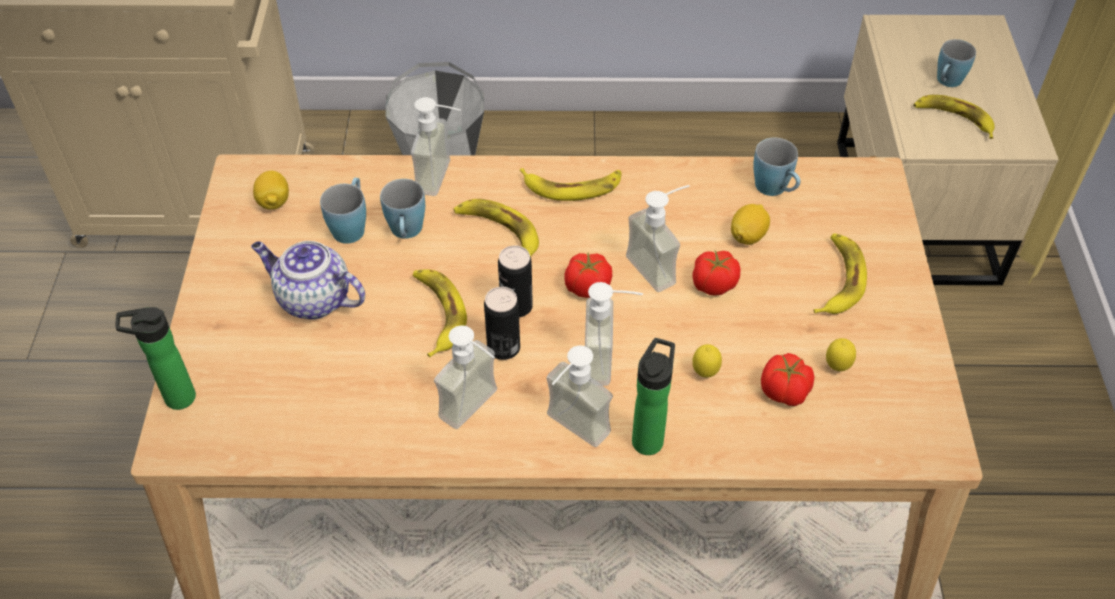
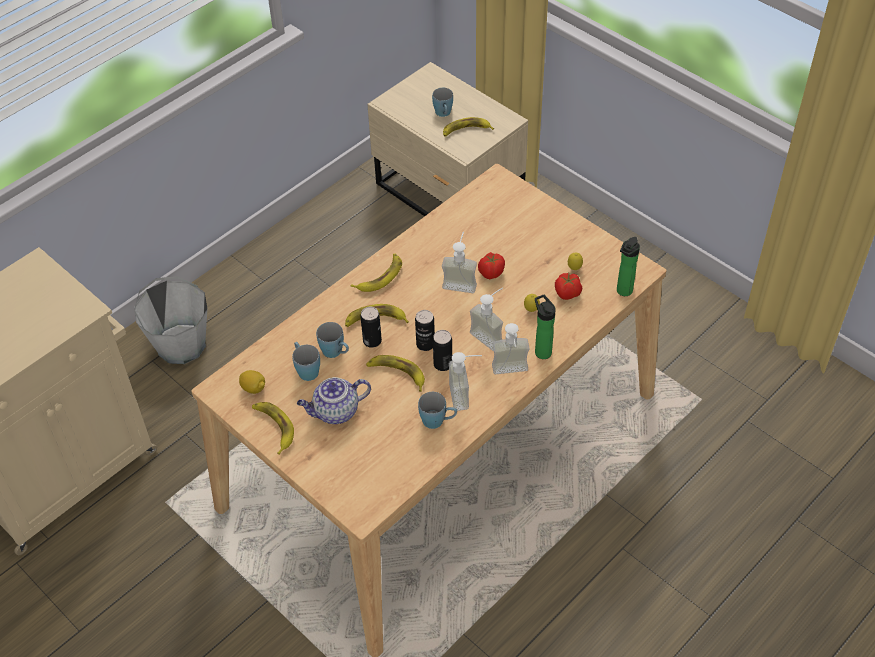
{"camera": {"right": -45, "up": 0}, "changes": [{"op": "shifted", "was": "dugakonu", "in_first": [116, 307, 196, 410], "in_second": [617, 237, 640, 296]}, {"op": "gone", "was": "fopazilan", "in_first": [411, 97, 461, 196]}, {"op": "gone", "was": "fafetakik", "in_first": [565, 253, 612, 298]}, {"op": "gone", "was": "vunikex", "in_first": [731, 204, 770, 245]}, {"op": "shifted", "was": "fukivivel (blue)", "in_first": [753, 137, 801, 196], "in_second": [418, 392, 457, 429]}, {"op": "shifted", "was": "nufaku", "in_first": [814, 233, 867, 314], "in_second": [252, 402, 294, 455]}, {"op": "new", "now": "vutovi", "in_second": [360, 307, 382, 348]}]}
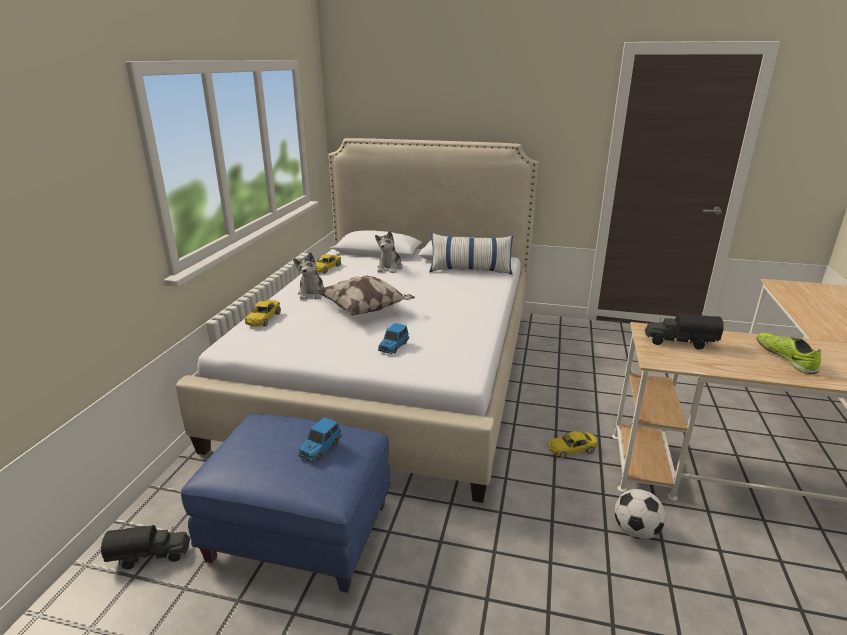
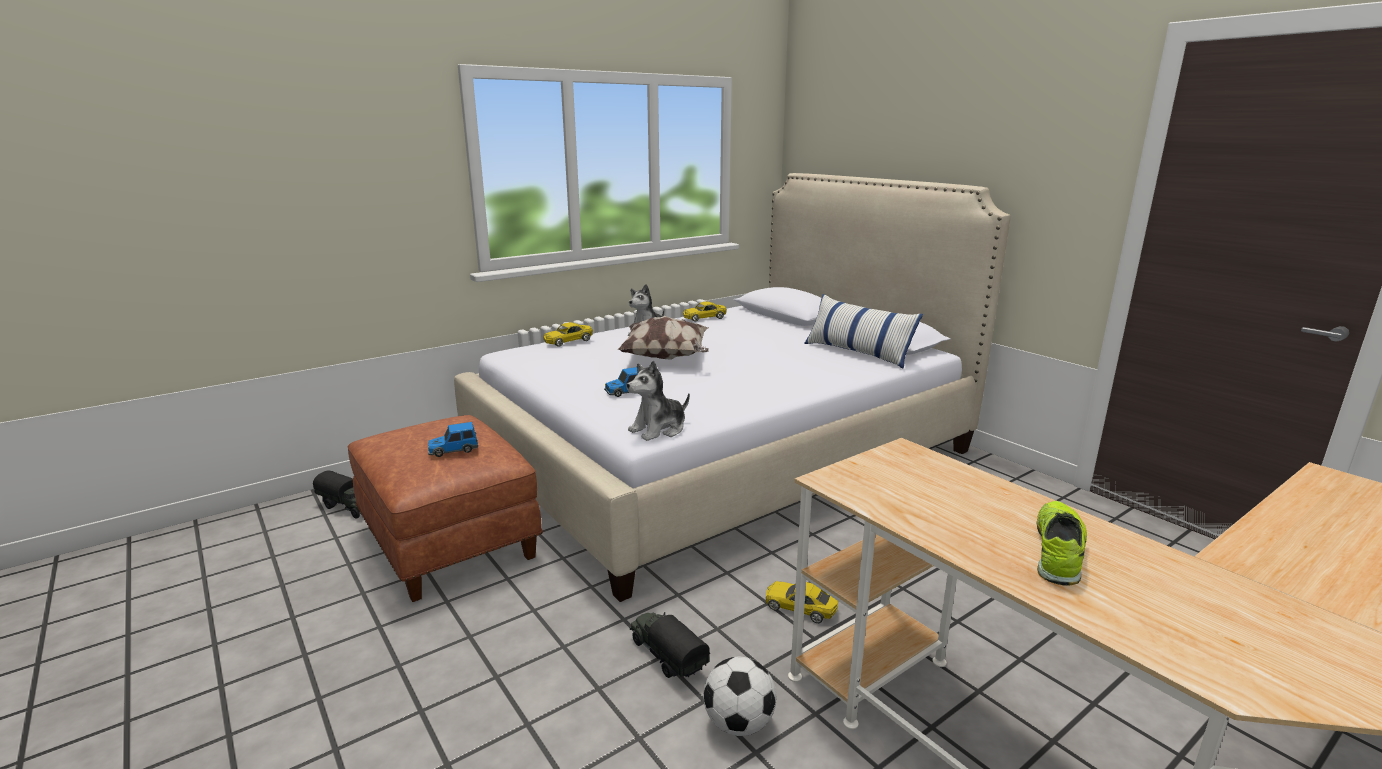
{"camera": {"right": 40, "up": -5}, "changes": [{"op": "repainted", "was": "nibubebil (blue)", "now": "nibubebil (brown)", "in_first": [180, 414, 391, 593], "in_second": [347, 415, 543, 602]}, {"op": "shifted", "was": "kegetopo", "in_first": [375, 231, 402, 273], "in_second": [627, 360, 690, 441]}, {"op": "shifted", "was": "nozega", "in_first": [645, 313, 724, 350], "in_second": [630, 612, 710, 678]}]}
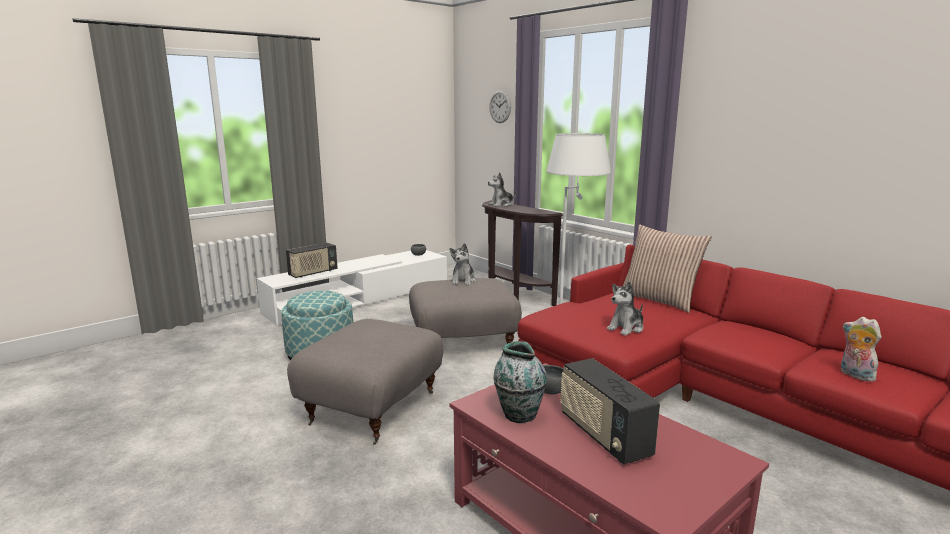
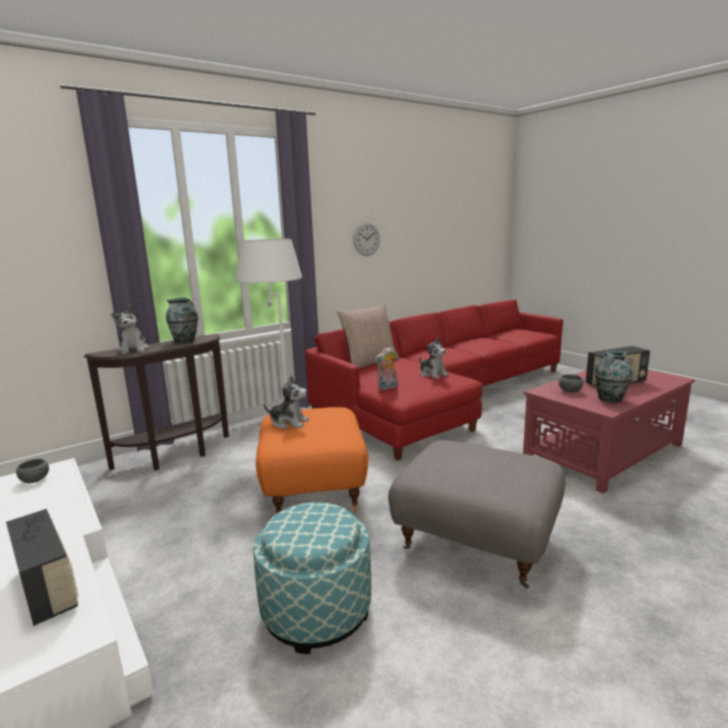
{"camera": {"right": -85, "up": 0}, "changes": [{"op": "repainted", "was": "nibubebil (grey)", "now": "nibubebil (orange)", "in_first": [409, 278, 522, 344], "in_second": [256, 407, 368, 513]}, {"op": "shifted", "was": "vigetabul", "in_first": [489, 90, 511, 123], "in_second": [353, 222, 380, 256]}, {"op": "shifted", "was": "kegetopo", "in_first": [841, 317, 881, 382], "in_second": [375, 347, 398, 390]}, {"op": "new", "now": "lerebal", "in_second": [166, 297, 198, 343]}]}
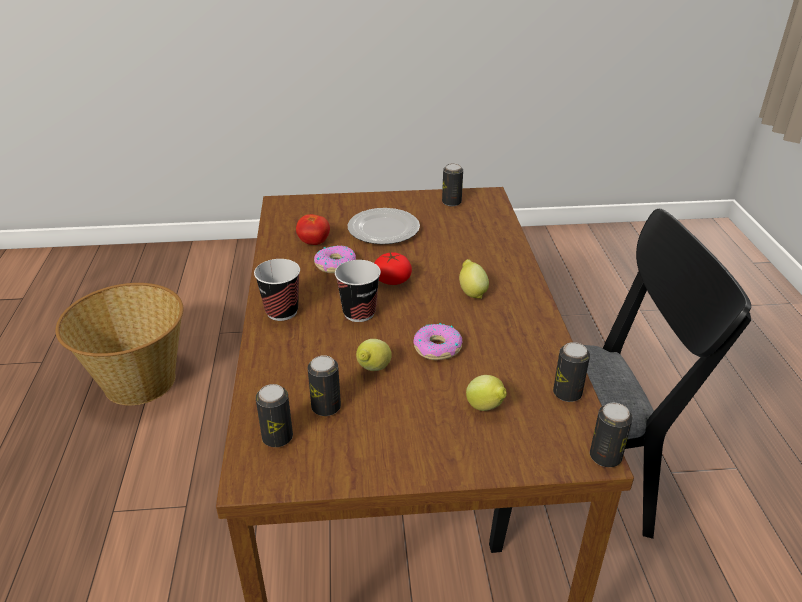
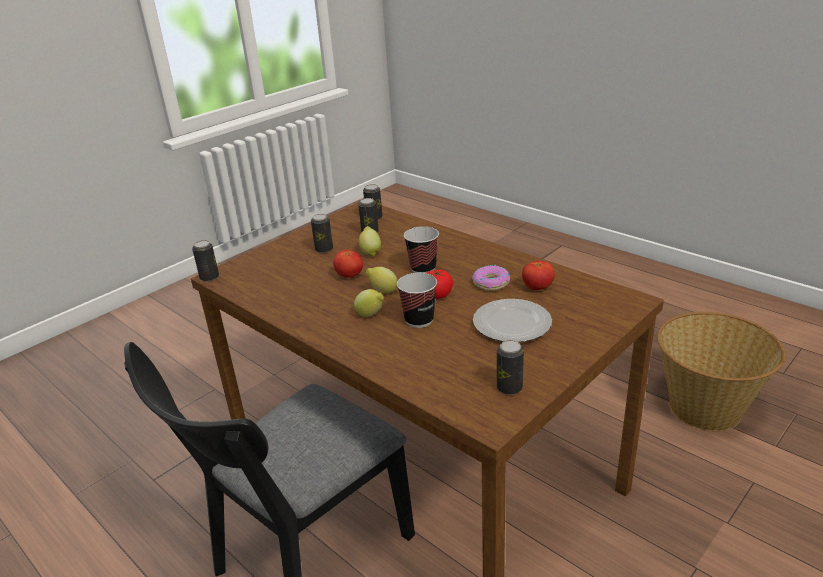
{"camera": {"right": 140, "up": -5}, "changes": [{"op": "shifted", "was": "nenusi", "in_first": [254, 259, 300, 321], "in_second": [397, 273, 437, 328]}, {"op": "swapped", "was": "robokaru", "now": "fafetakik", "in_first": [413, 323, 462, 360], "in_second": [333, 250, 363, 278]}, {"op": "shifted", "was": "vunikex", "in_first": [466, 375, 507, 411], "in_second": [366, 267, 397, 294]}, {"op": "shifted", "was": "vutovi", "in_first": [553, 342, 590, 402], "in_second": [311, 214, 333, 253]}]}
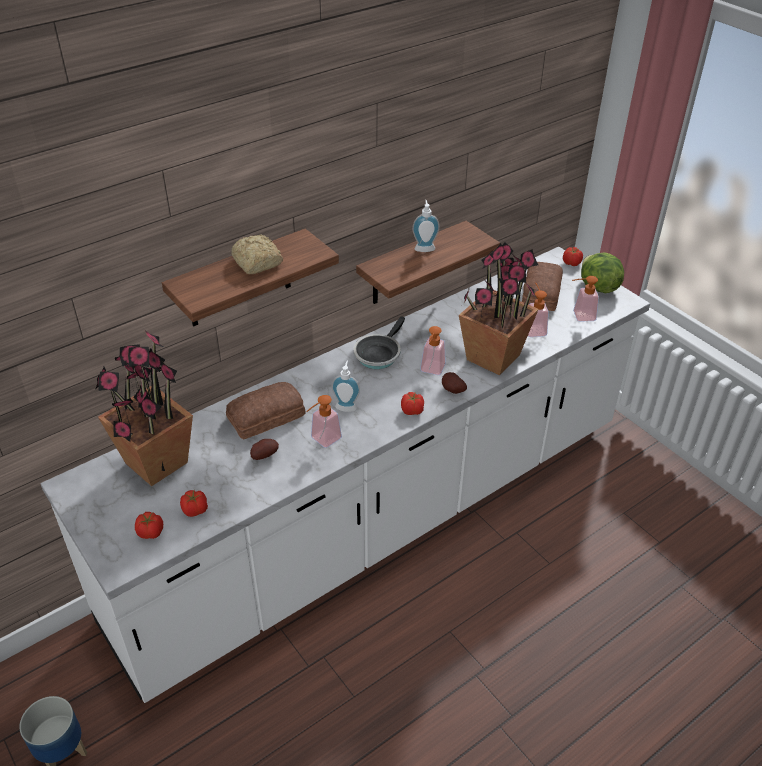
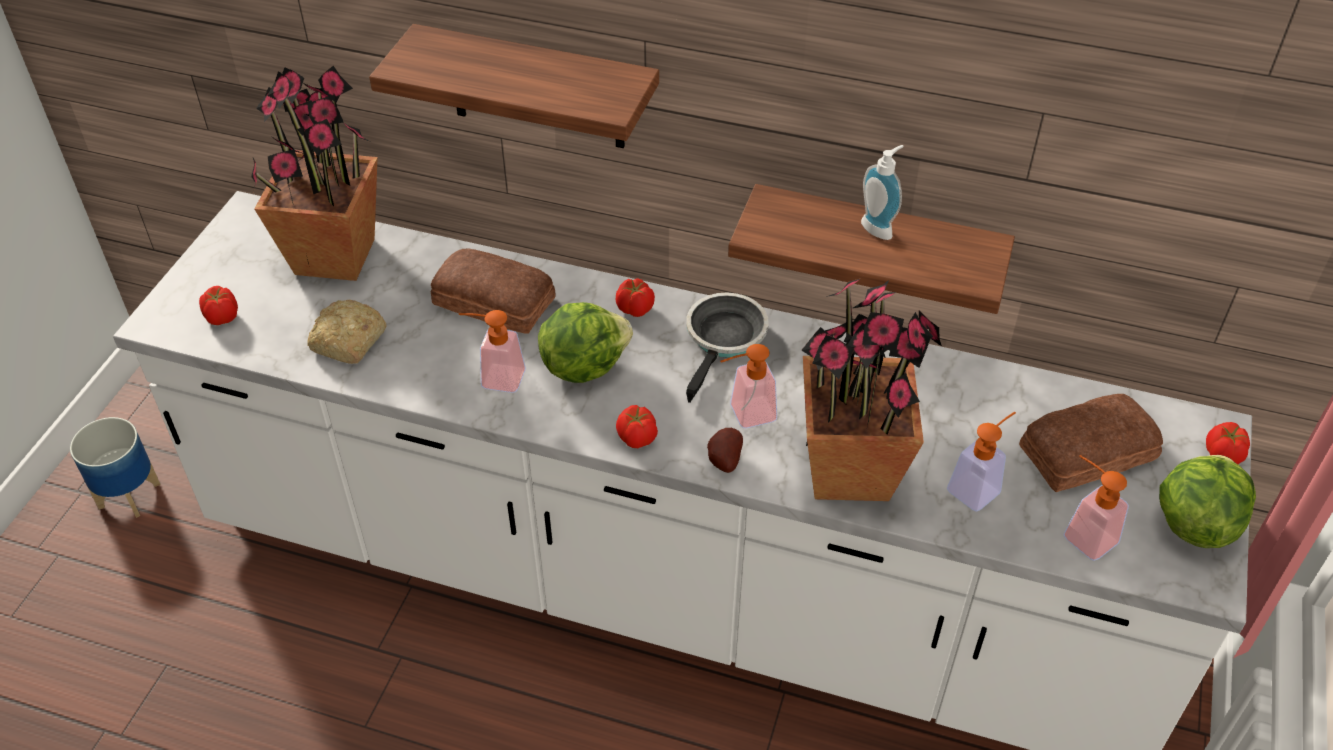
{"camera": {"right": 55, "up": 5}, "changes": [{"op": "shifted", "was": "fafetakik", "in_first": [180, 490, 208, 517], "in_second": [616, 278, 655, 317]}, {"op": "shifted", "was": "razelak", "in_first": [231, 234, 283, 274], "in_second": [307, 300, 387, 364]}, {"op": "gone", "was": "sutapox", "in_first": [250, 439, 279, 460]}, {"op": "swapped", "was": "fopazilan", "now": "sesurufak", "in_first": [332, 361, 360, 412], "in_second": [538, 302, 633, 383]}, {"op": "rotated", "was": "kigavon", "in_first": [353, 316, 405, 369], "in_second": [686, 292, 769, 403], "clockwise": 120}]}
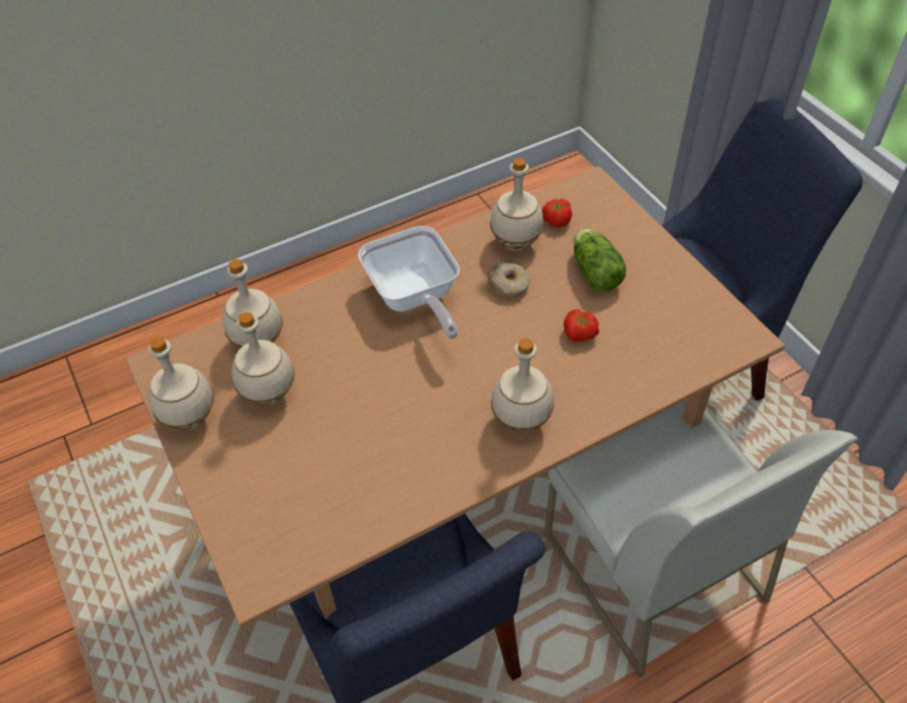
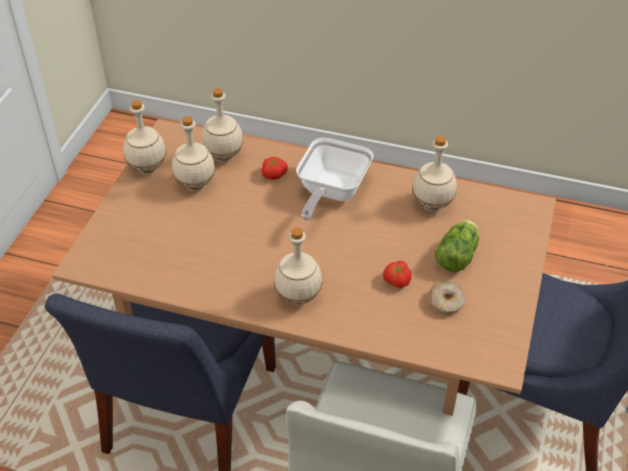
{"camera": {"right": 45, "up": -5}, "changes": [{"op": "shifted", "was": "robokaru", "in_first": [487, 262, 530, 297], "in_second": [429, 281, 465, 315]}, {"op": "shifted", "was": "fafetakik", "in_first": [542, 199, 572, 228], "in_second": [262, 157, 288, 180]}]}
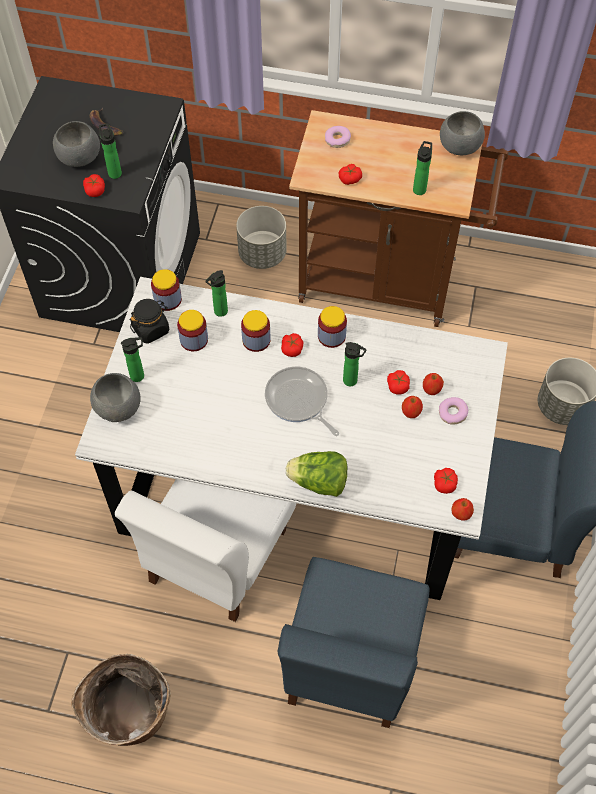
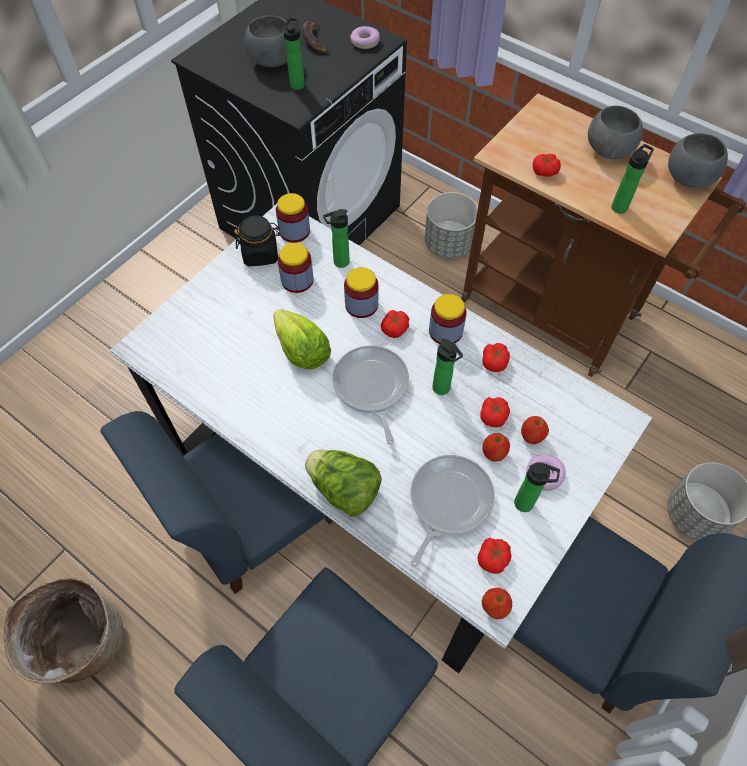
{"camera": {"right": 25, "up": 0}, "changes": [{"op": "shifted", "was": "fafetakik", "in_first": [83, 174, 105, 197], "in_second": [482, 343, 510, 372]}, {"op": "shifted", "was": "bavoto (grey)", "in_first": [90, 373, 141, 422], "in_second": [588, 106, 643, 159]}, {"op": "repainted", "was": "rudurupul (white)", "now": "rudurupul (blue)", "in_first": [115, 479, 296, 622], "in_second": [100, 411, 333, 594]}, {"op": "shifted", "was": "dugakonu", "in_first": [121, 337, 144, 382], "in_second": [514, 462, 560, 512]}, {"op": "shifted", "was": "robokaru", "in_first": [325, 126, 351, 148], "in_second": [350, 26, 380, 49]}, {"op": "new", "now": "sesurufak", "in_second": [273, 309, 331, 370]}, {"op": "new", "now": "kigavon", "in_second": [411, 455, 495, 567]}]}
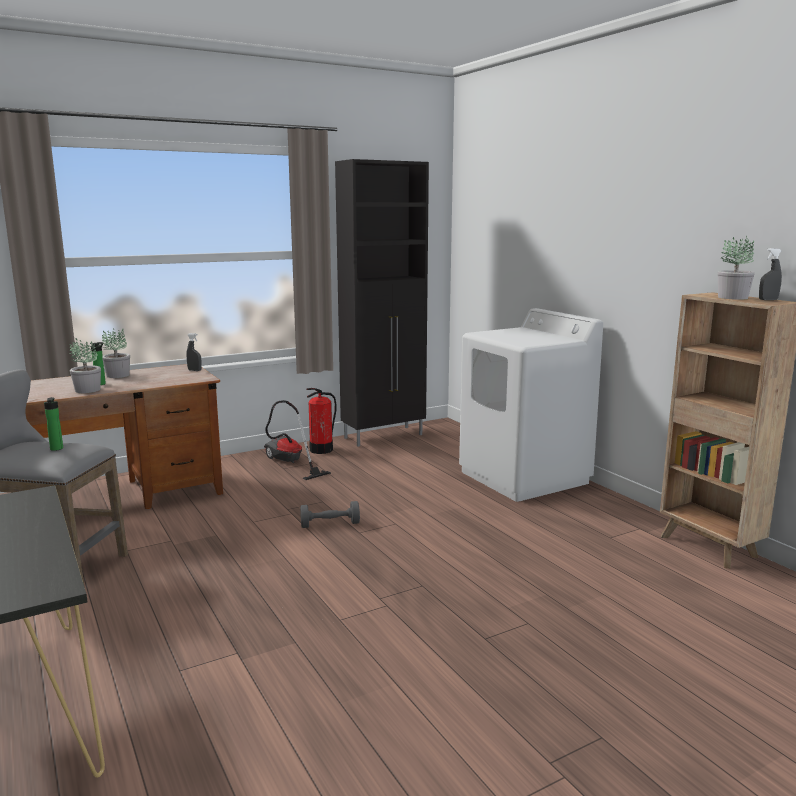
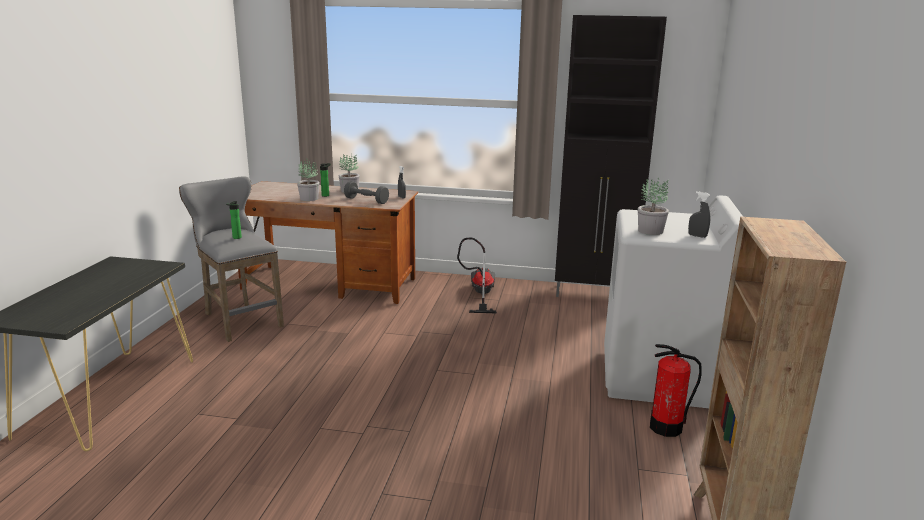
{"camera": {"right": 40, "up": 5}, "changes": [{"op": "shifted", "was": "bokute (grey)", "in_first": [300, 501, 360, 528], "in_second": [344, 181, 389, 204]}, {"op": "shifted", "was": "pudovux", "in_first": [306, 388, 336, 454], "in_second": [650, 344, 702, 437]}, {"op": "shifted", "was": "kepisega", "in_first": [718, 235, 755, 300], "in_second": [638, 178, 669, 235]}, {"op": "shifted", "was": "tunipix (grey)", "in_first": [759, 248, 782, 300], "in_second": [688, 192, 710, 238]}]}
